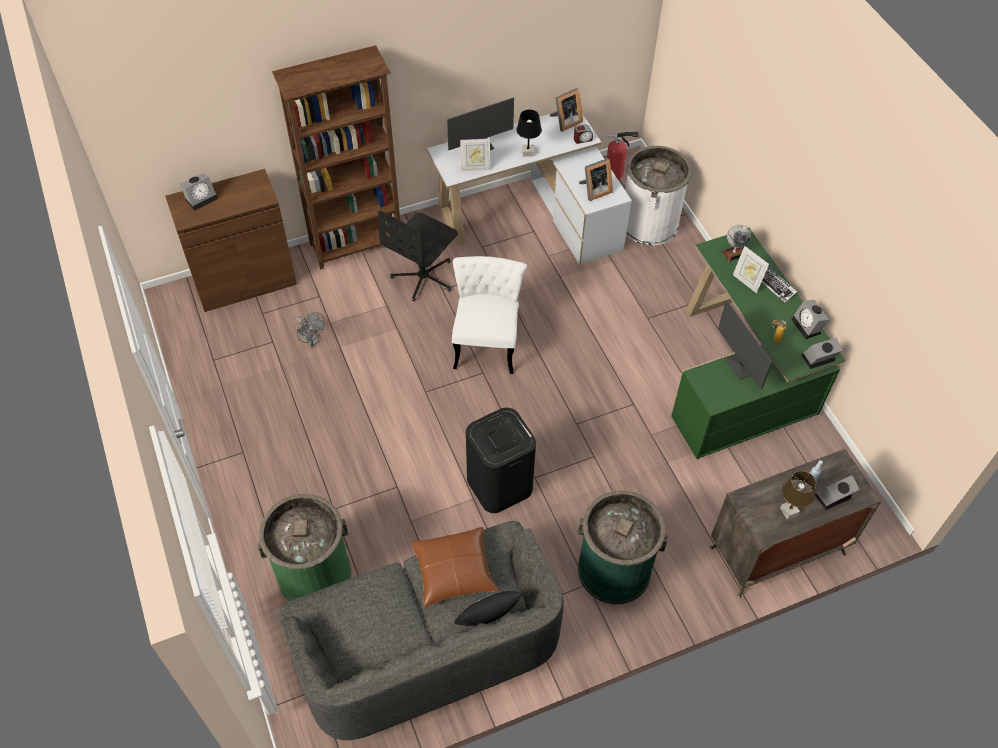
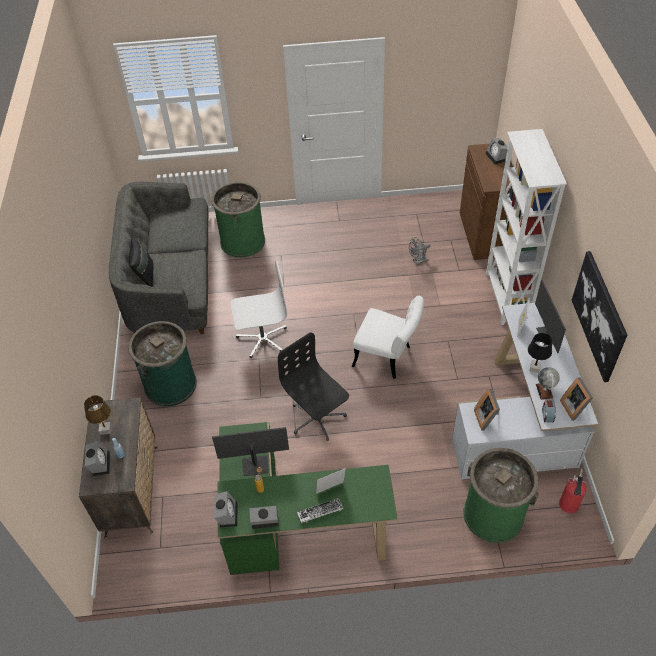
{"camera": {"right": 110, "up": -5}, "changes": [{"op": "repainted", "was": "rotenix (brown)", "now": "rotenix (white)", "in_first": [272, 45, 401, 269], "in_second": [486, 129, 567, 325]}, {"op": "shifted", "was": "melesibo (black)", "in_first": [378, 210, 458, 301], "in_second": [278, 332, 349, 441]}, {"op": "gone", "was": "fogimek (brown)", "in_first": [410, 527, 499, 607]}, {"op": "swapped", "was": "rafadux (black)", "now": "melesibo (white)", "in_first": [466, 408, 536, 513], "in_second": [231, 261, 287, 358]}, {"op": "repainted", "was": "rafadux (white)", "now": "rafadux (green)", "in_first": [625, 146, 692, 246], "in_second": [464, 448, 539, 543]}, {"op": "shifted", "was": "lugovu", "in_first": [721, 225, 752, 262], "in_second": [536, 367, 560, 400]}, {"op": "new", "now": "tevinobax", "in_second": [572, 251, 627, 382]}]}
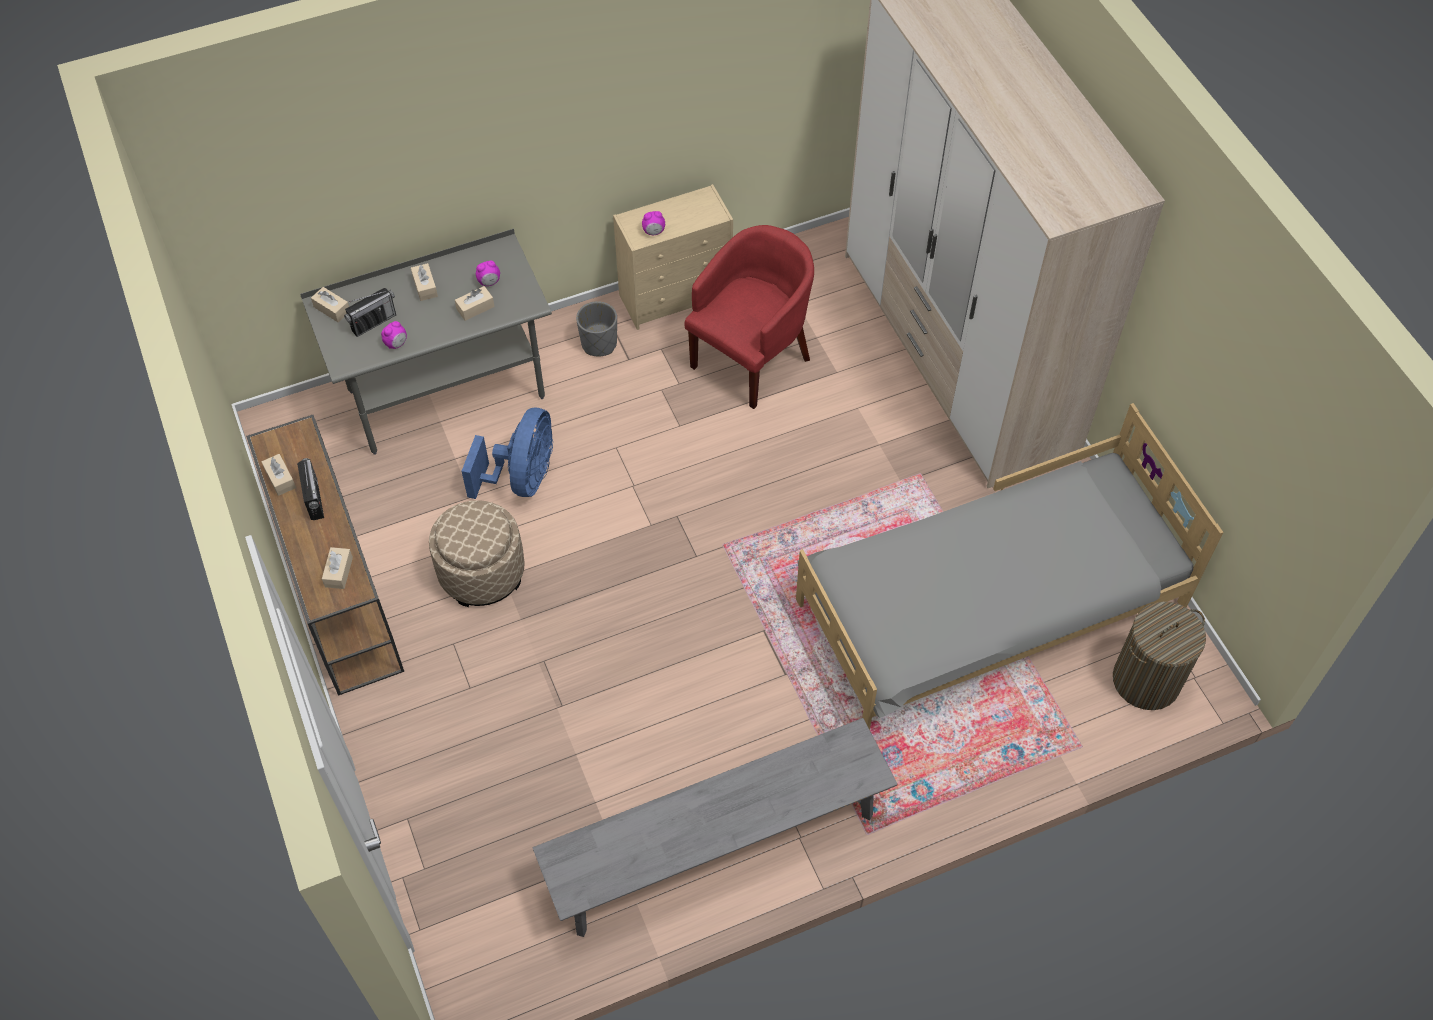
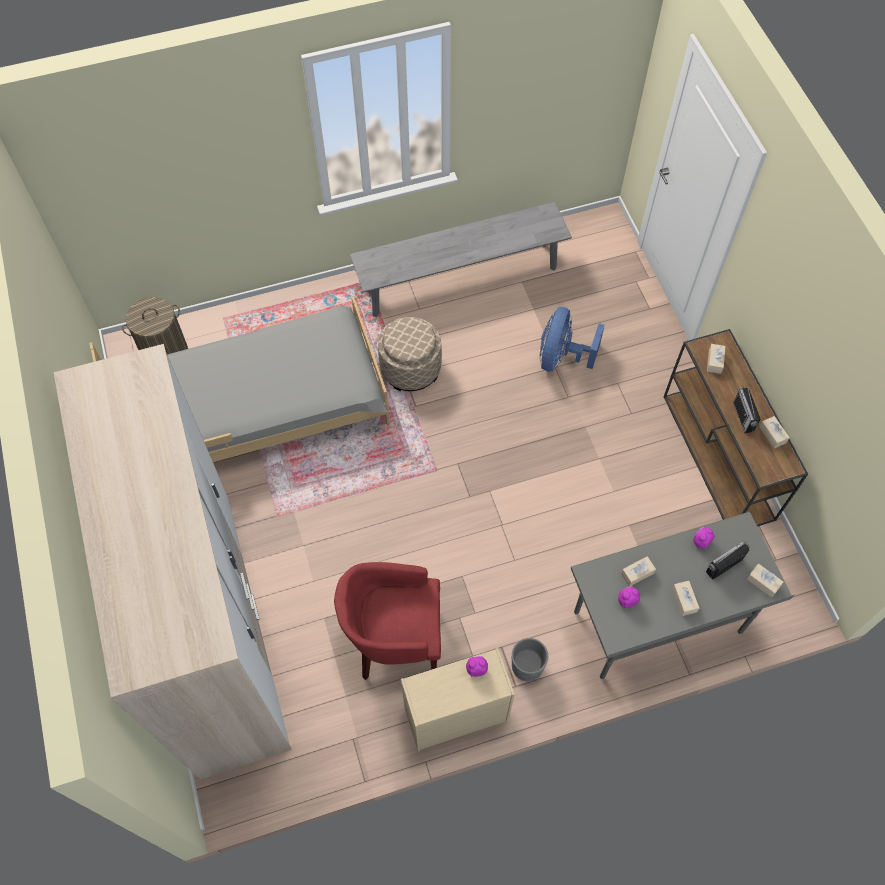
{"camera": {"right": -175, "up": 5}, "changes": [{"op": "shifted", "was": "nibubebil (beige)", "in_first": [429, 500, 525, 607], "in_second": [378, 317, 442, 391]}, {"op": "shifted", "was": "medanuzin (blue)", "in_first": [461, 408, 553, 499], "in_second": [540, 307, 605, 371]}, {"op": "rotated", "was": "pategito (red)", "in_first": [684, 225, 814, 409], "in_second": [334, 562, 441, 680], "clockwise": 45}]}
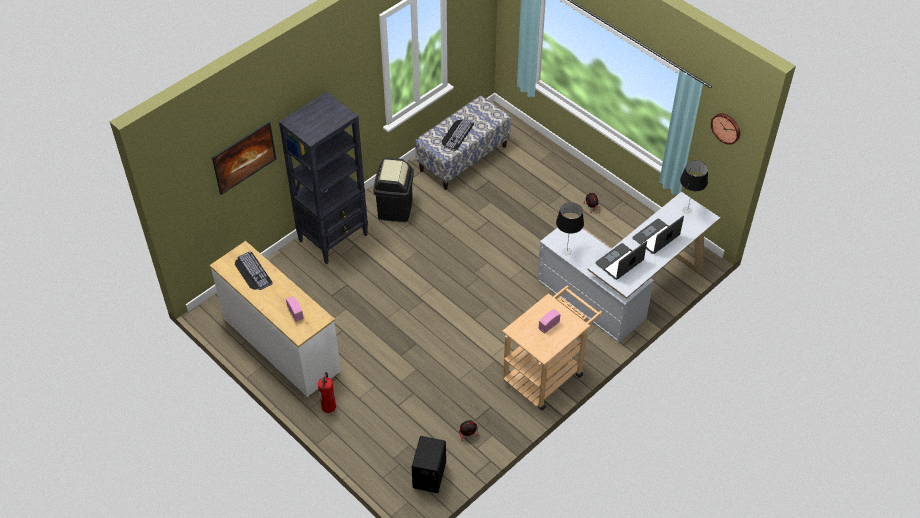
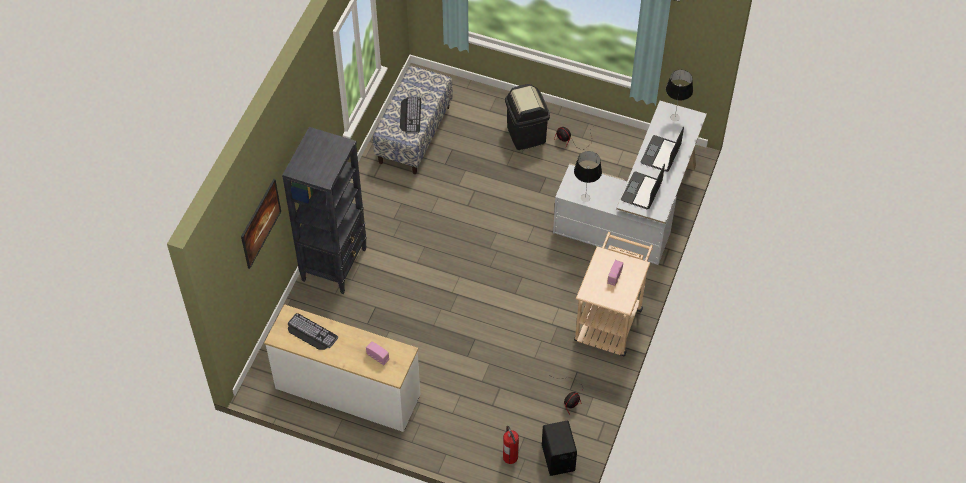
{"camera": {"right": -25, "up": 5}, "changes": [{"op": "shifted", "was": "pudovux", "in_first": [318, 372, 336, 413], "in_second": [503, 426, 519, 464]}, {"op": "shifted", "was": "rafadux (black)", "in_first": [373, 158, 414, 222], "in_second": [505, 84, 550, 150]}, {"op": "gone", "was": "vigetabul", "in_first": [711, 113, 740, 145]}]}
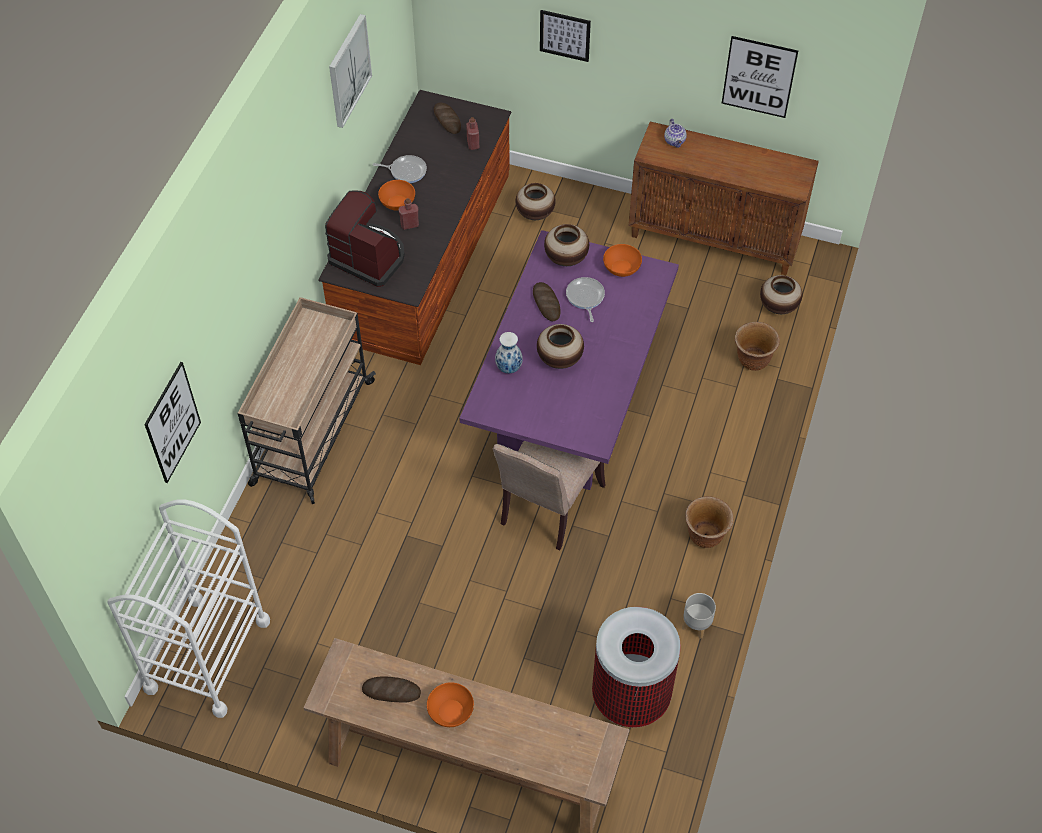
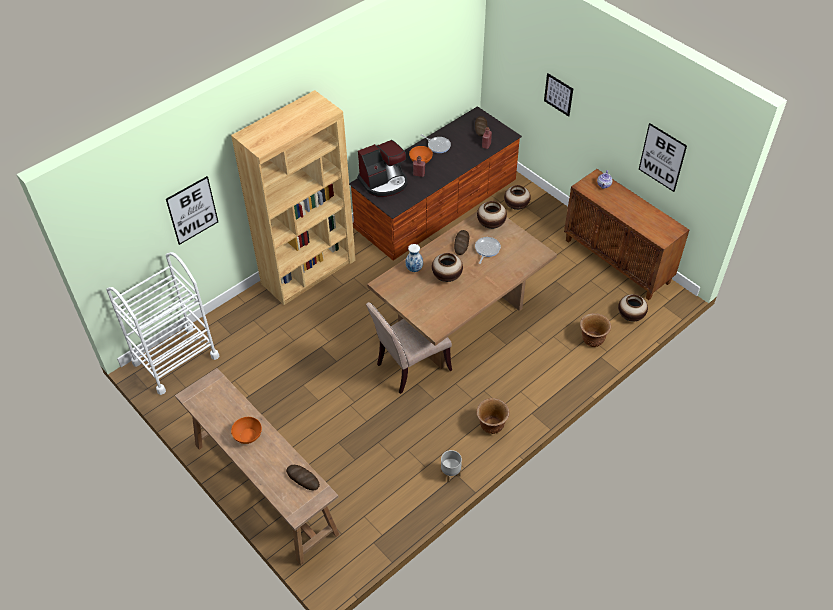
{"camera": {"right": 30, "up": -5}, "changes": [{"op": "swapped", "was": "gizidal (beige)", "now": "rotenix (brown)", "in_first": [237, 297, 376, 504], "in_second": [231, 90, 356, 305]}, {"op": "rotated", "was": "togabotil", "in_first": [325, 190, 405, 287], "in_second": [357, 140, 407, 197], "clockwise": 90}, {"op": "gone", "was": "tevinobax", "in_first": [329, 14, 372, 128]}, {"op": "shifted", "was": "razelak", "in_first": [362, 677, 421, 703], "in_second": [286, 465, 320, 490]}, {"op": "repainted", "was": "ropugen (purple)", "now": "ropugen (brown)", "in_first": [459, 230, 679, 490], "in_second": [367, 211, 557, 369]}, {"op": "gone", "was": "rafadux", "in_first": [592, 607, 681, 728]}, {"op": "gone", "was": "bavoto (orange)", "in_first": [603, 244, 642, 277]}]}
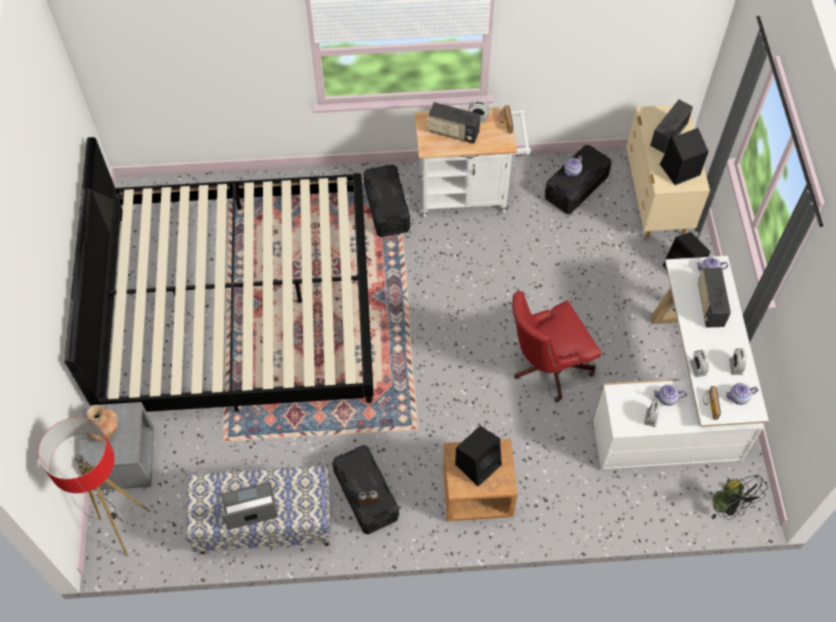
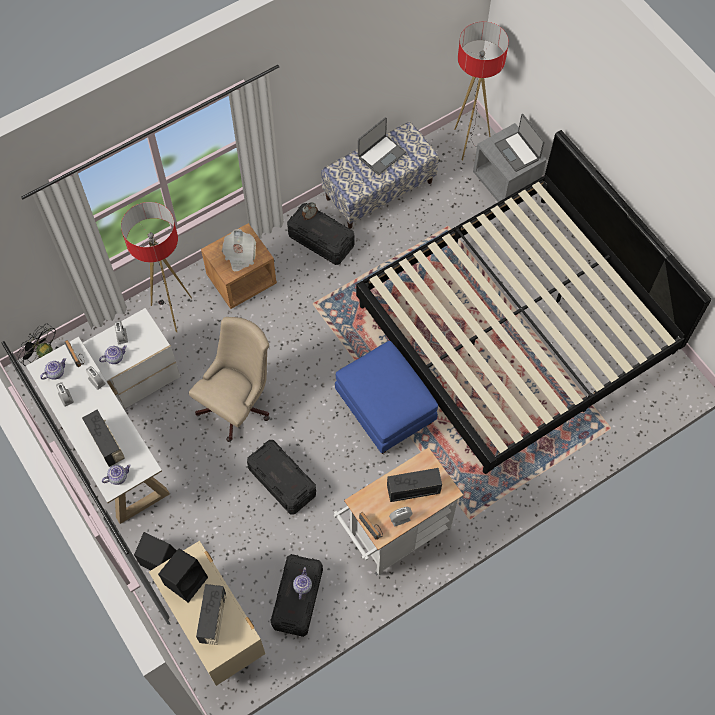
{"camera": {"right": 150, "up": 5}, "changes": [{"op": "swapped", "was": "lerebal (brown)", "now": "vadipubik", "in_first": [84, 405, 118, 442], "in_second": [494, 114, 545, 172]}, {"op": "shifted", "was": "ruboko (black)", "in_first": [363, 165, 410, 237], "in_second": [247, 440, 316, 515]}, {"op": "swapped", "was": "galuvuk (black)", "now": "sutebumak", "in_first": [455, 426, 502, 486], "in_second": [222, 229, 256, 272]}, {"op": "repainted", "was": "melesibo (red)", "now": "melesibo (beige)", "in_first": [512, 291, 601, 402], "in_second": [189, 317, 269, 442]}, {"op": "new", "now": "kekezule", "in_second": [121, 202, 192, 332]}, {"op": "new", "now": "nibubebil (blue)", "in_second": [335, 341, 438, 454]}]}
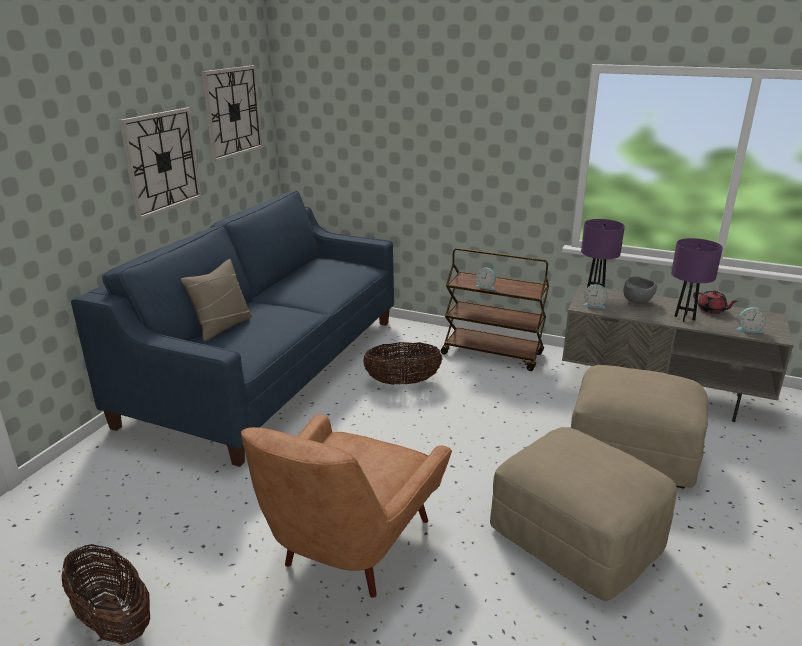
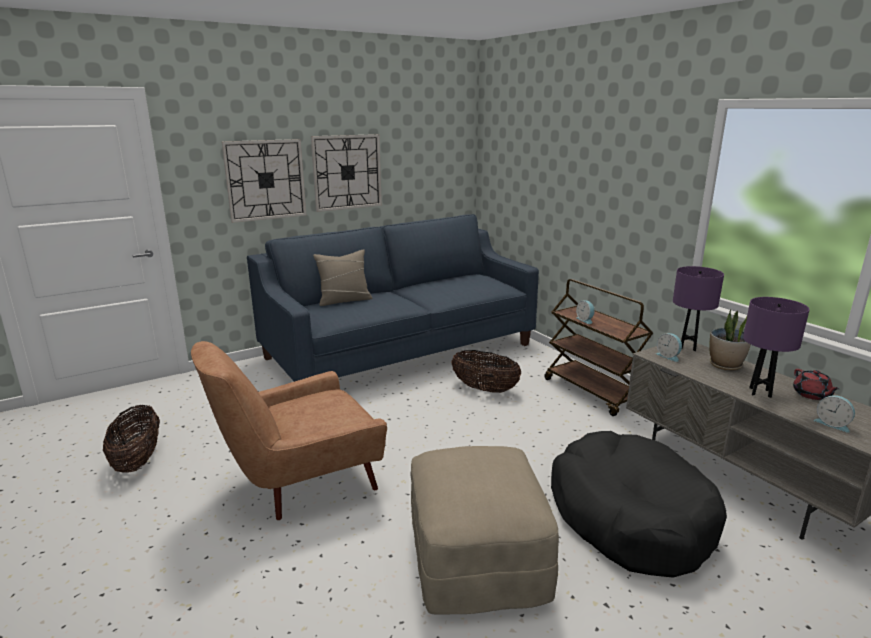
{"camera": {"right": 35, "up": -5}, "changes": [{"op": "shifted", "was": "vigetabul", "in_first": [202, 65, 263, 162], "in_second": [221, 139, 306, 223]}, {"op": "swapped", "was": "nibubebil (beige)", "now": "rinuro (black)", "in_first": [571, 365, 708, 489], "in_second": [551, 431, 727, 578]}, {"op": "swapped", "was": "bavoto (grey)", "now": "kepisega", "in_first": [623, 276, 657, 304], "in_second": [709, 309, 751, 370]}]}
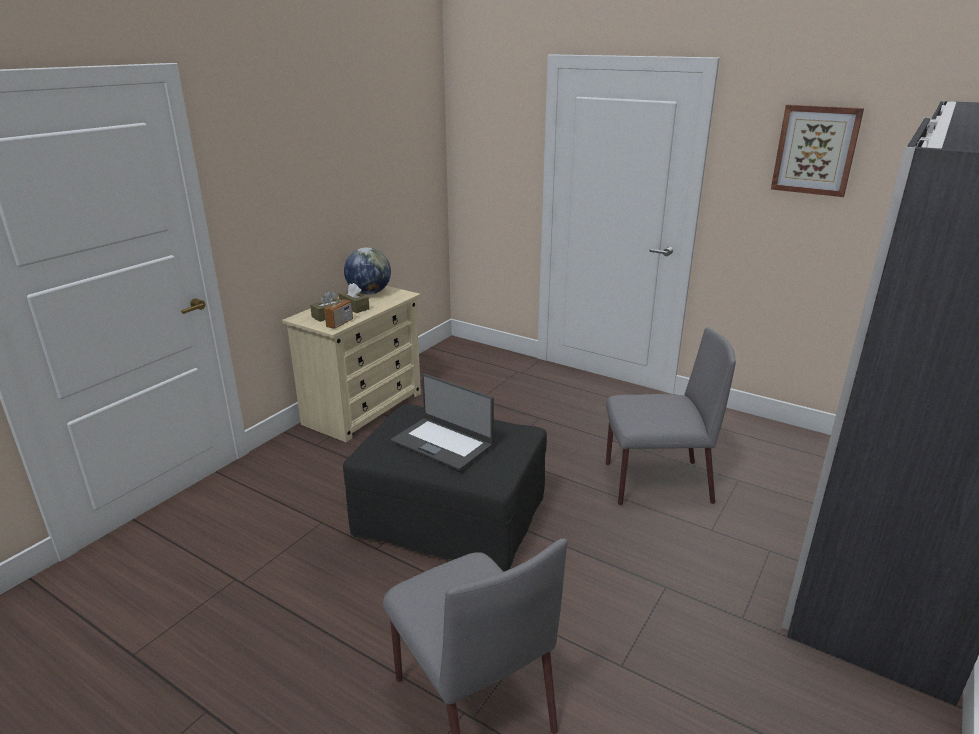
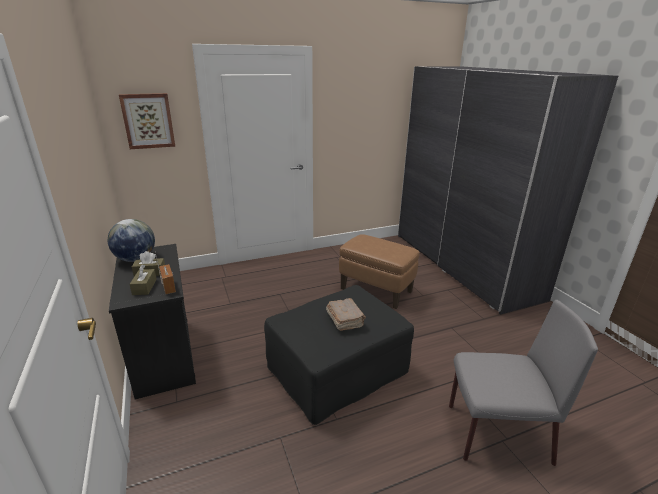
{"camera": {"right": -55, "up": 0}, "changes": [{"op": "repainted", "was": "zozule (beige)", "now": "zozule (black)", "in_first": [282, 286, 421, 442], "in_second": [109, 244, 196, 399]}, {"op": "swapped", "was": "vadipubik", "now": "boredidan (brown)", "in_first": [391, 374, 494, 471], "in_second": [326, 298, 366, 331]}, {"op": "swapped", "was": "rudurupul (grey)", "now": "nibubebil (brown)", "in_first": [606, 327, 736, 505], "in_second": [339, 234, 420, 309]}, {"op": "shifted", "was": "tevinobax", "in_first": [771, 104, 864, 197], "in_second": [119, 93, 175, 149]}]}
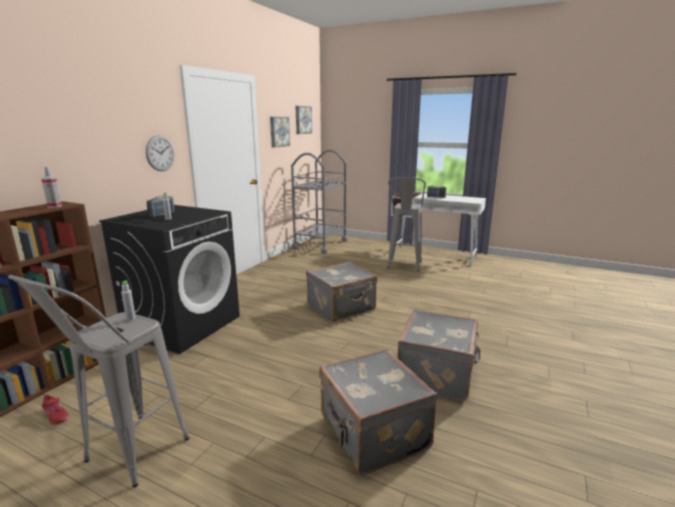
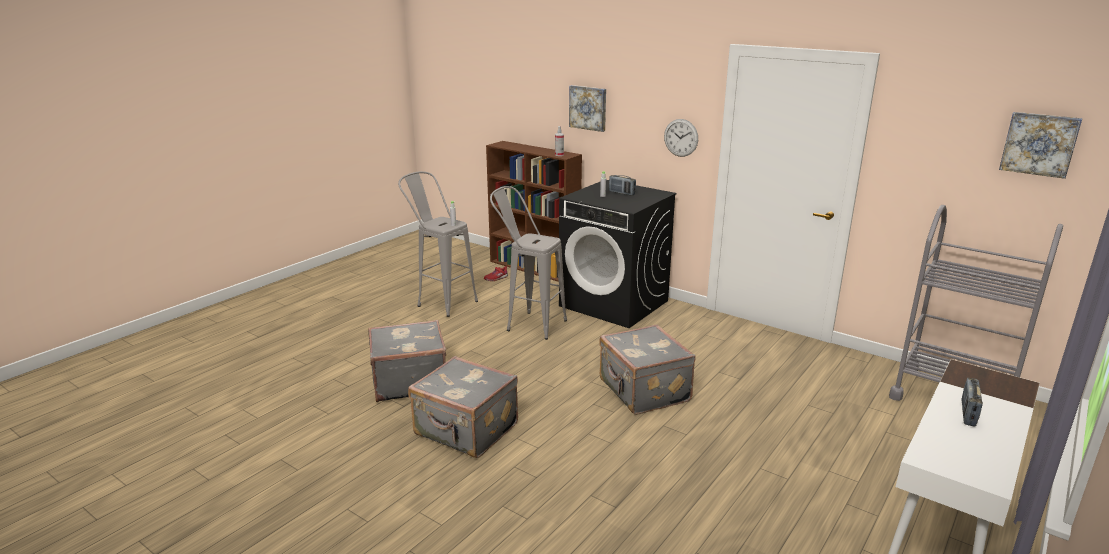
{"camera": {"right": 100, "up": 5}, "changes": [{"op": "shifted", "was": "tevinobax", "in_first": [270, 117, 290, 148], "in_second": [569, 85, 606, 132]}, {"op": "shifted", "was": "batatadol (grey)", "in_first": [387, 177, 426, 271], "in_second": [490, 186, 567, 340]}]}
